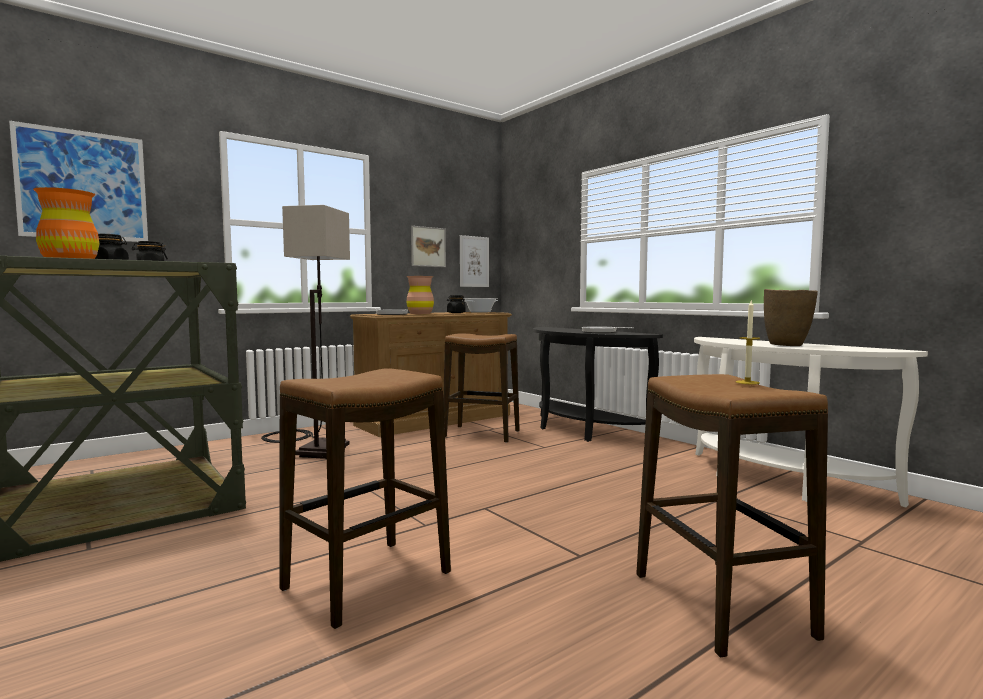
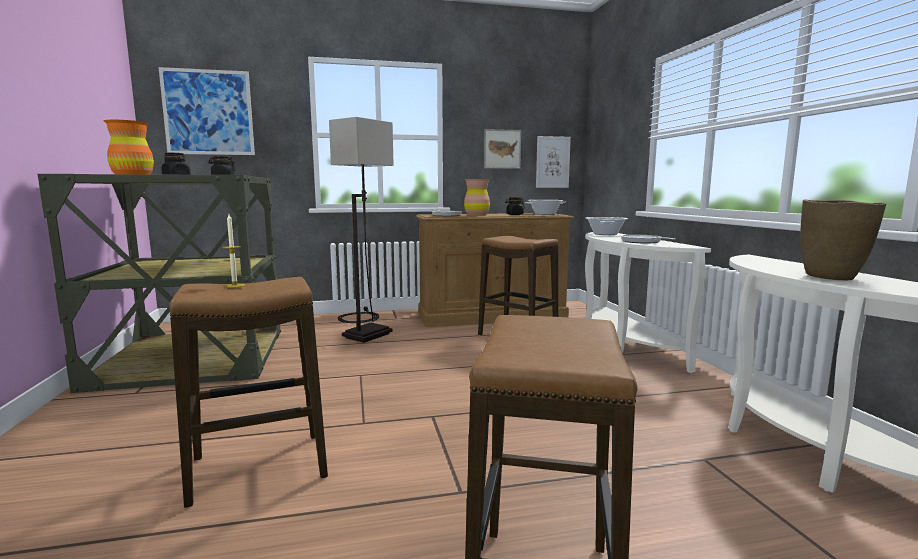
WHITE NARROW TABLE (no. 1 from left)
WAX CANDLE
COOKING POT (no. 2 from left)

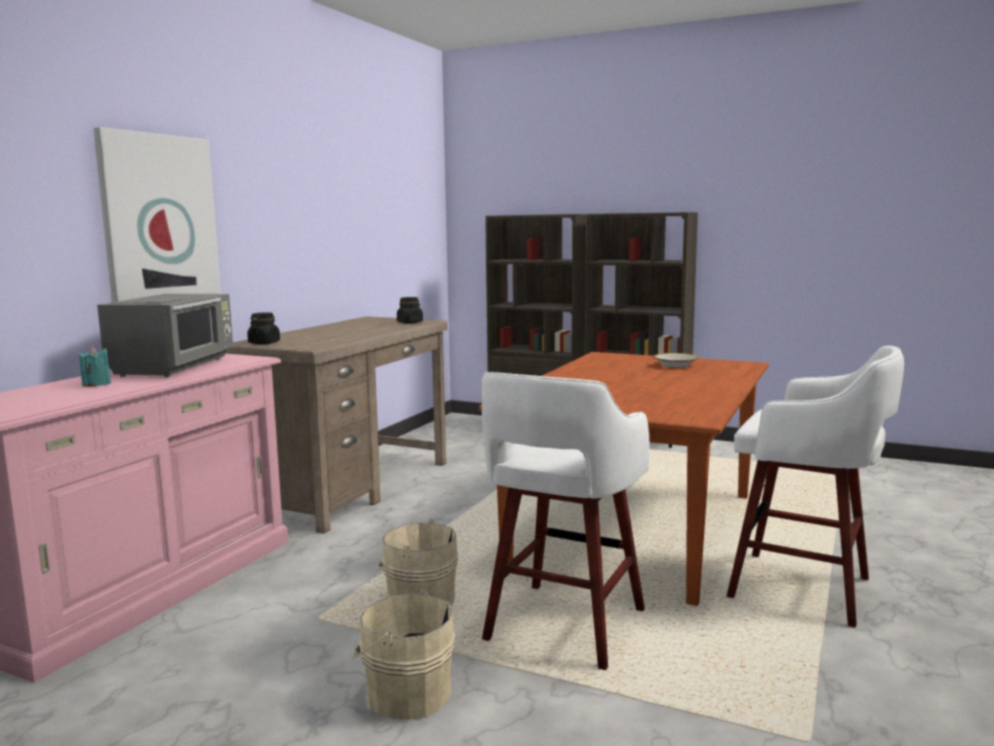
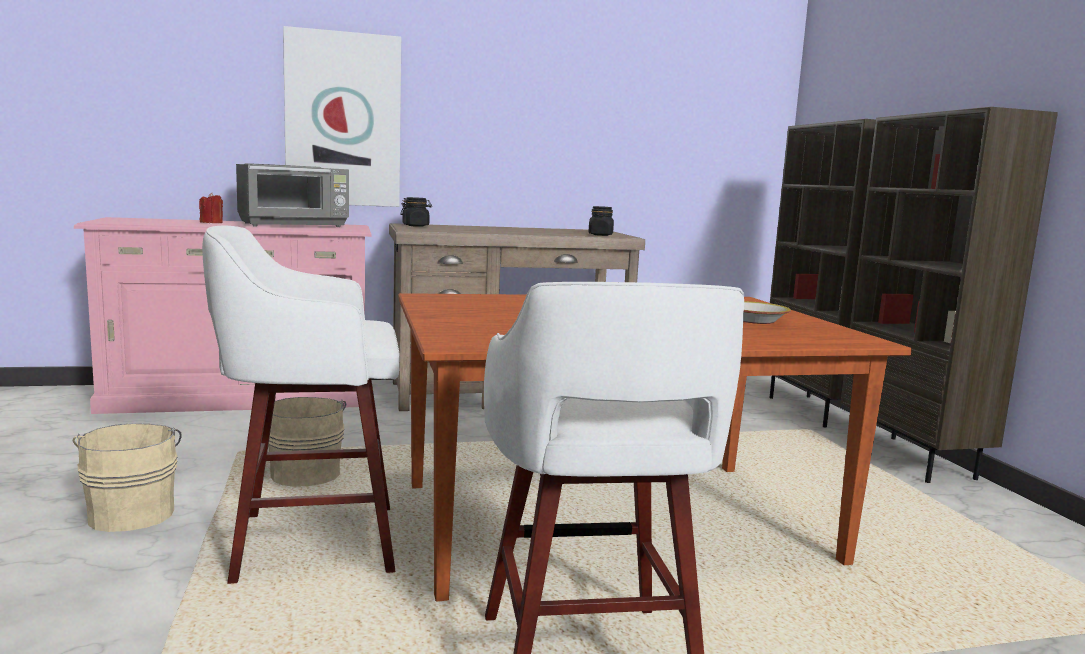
REDDISH WAX CANDLE

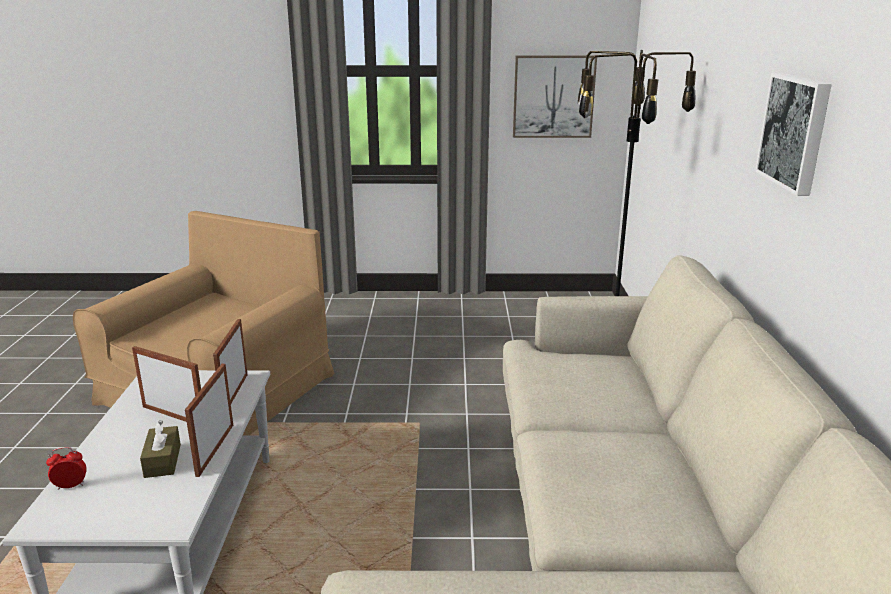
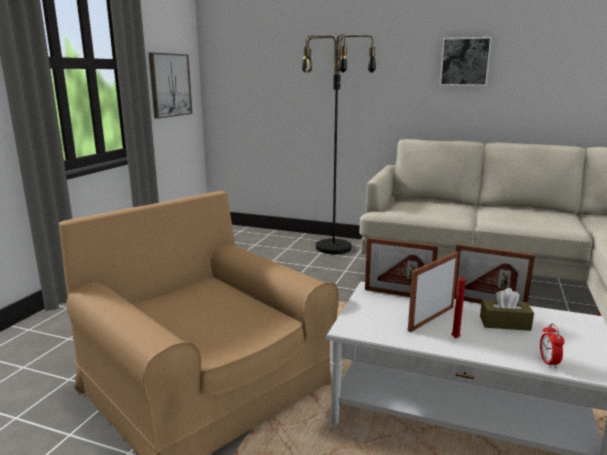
REDDISH WAX CANDLE

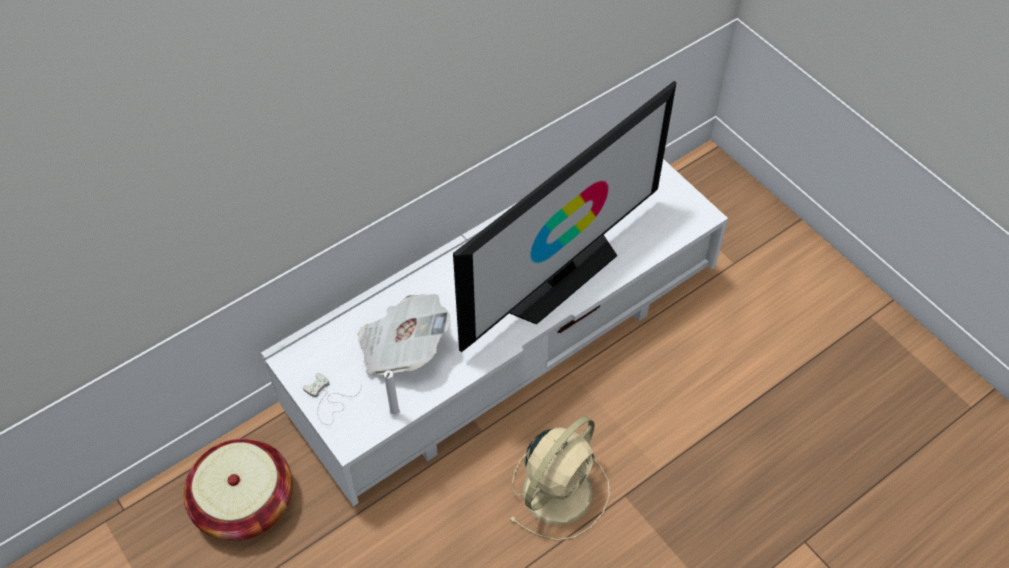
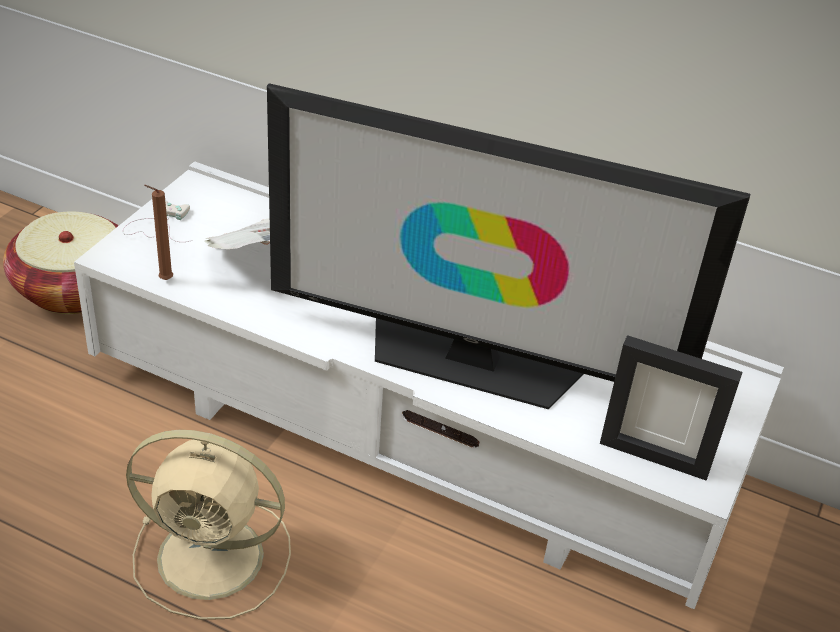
BROWN-COLOURED WAX CANDLE
PICTURE FRAME

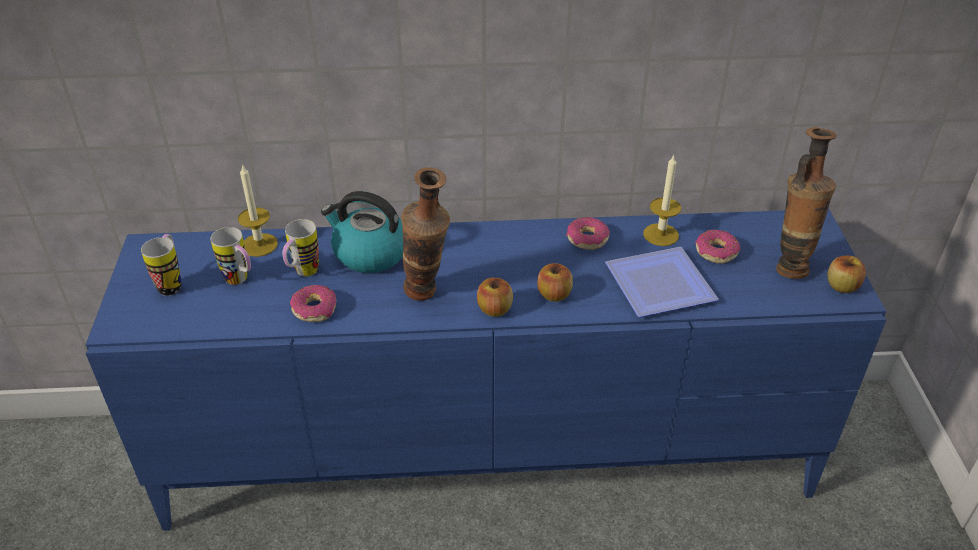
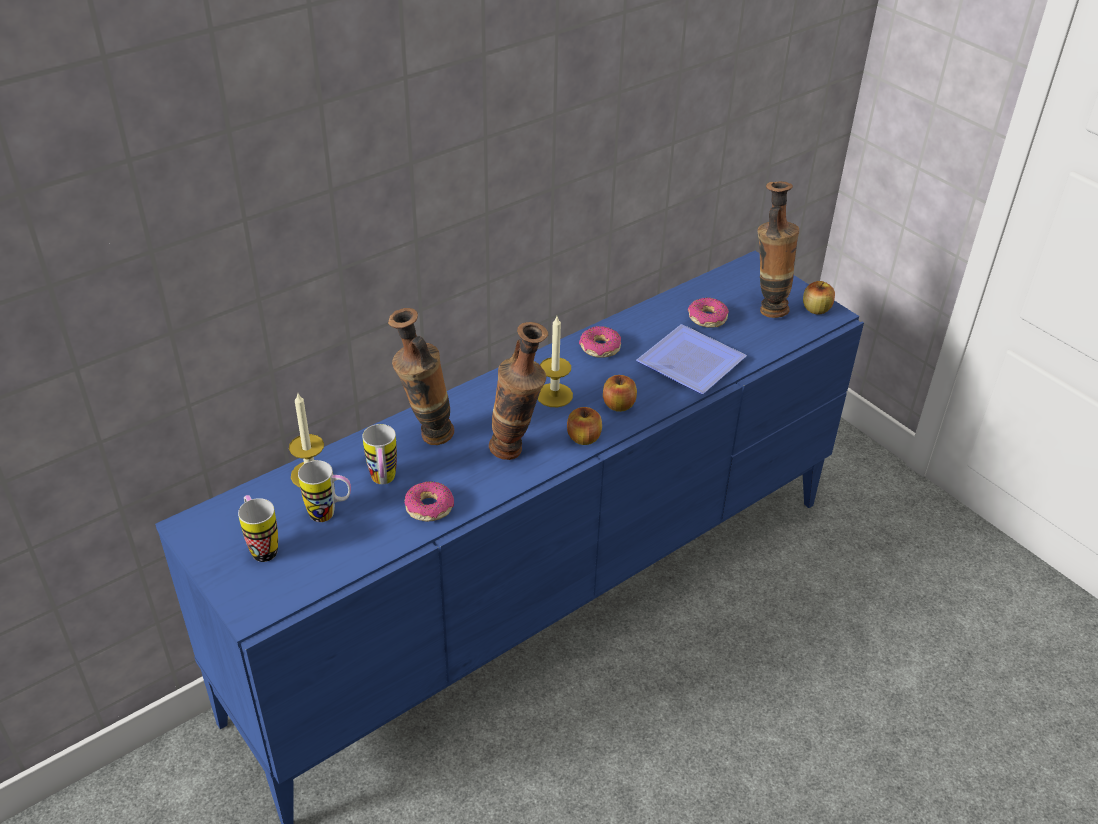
DECORATIVE VASE (no. 1 from left)
WAX CANDLE (no. 2 from left)

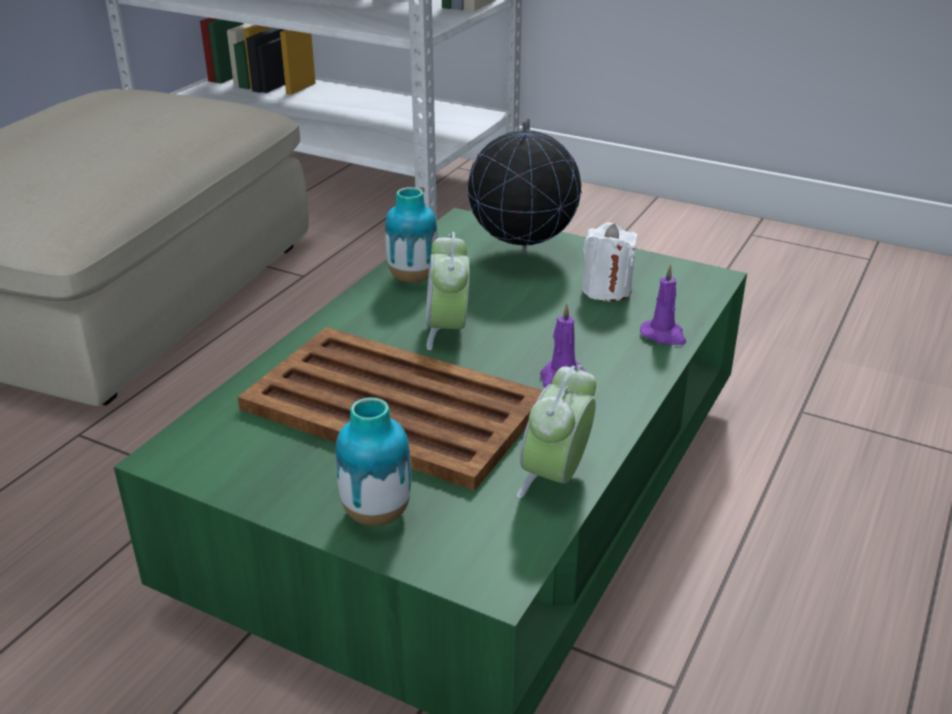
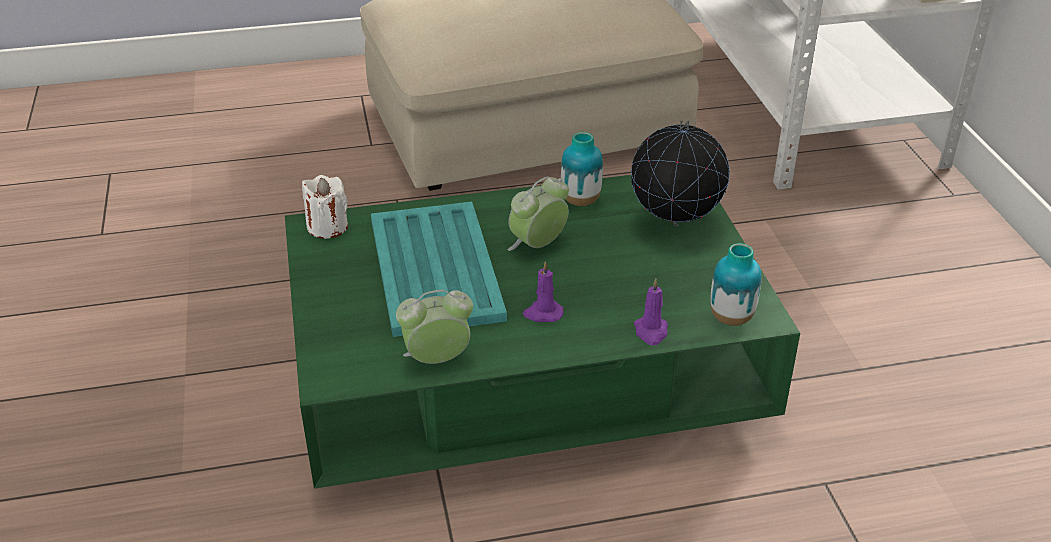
TURQUOISE-COLOURED TRAY
DECORATIVE VASE (no. 2 from left)
WHITE WAX CANDLE

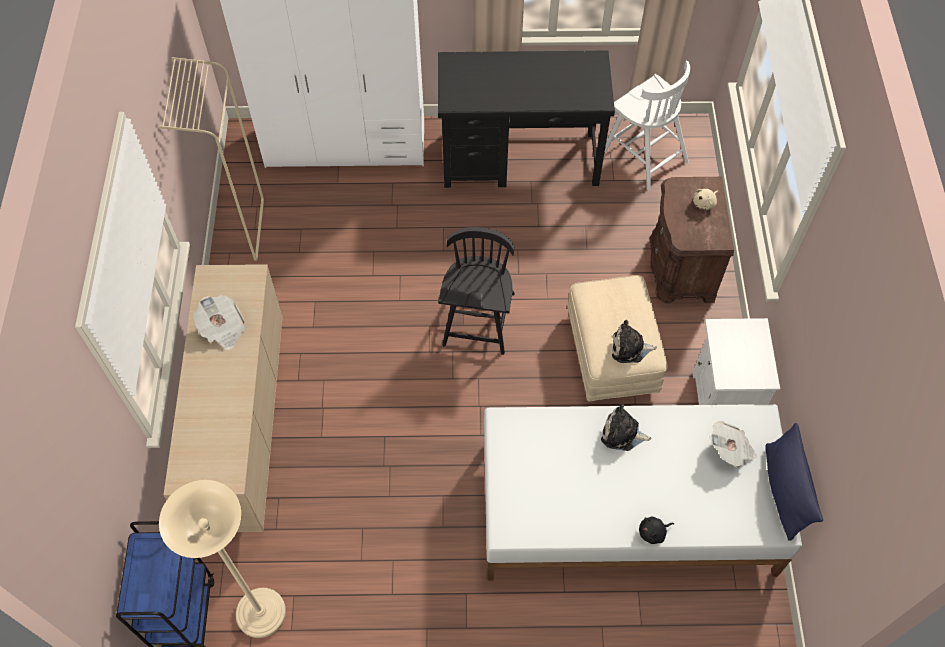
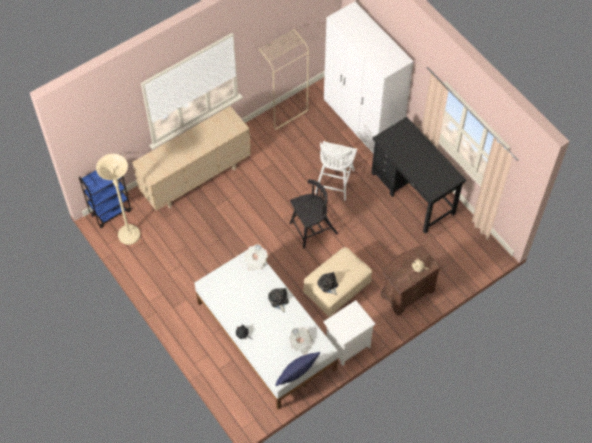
PRINTED PAPER (no. 1 from left)
WHITE CHAIR

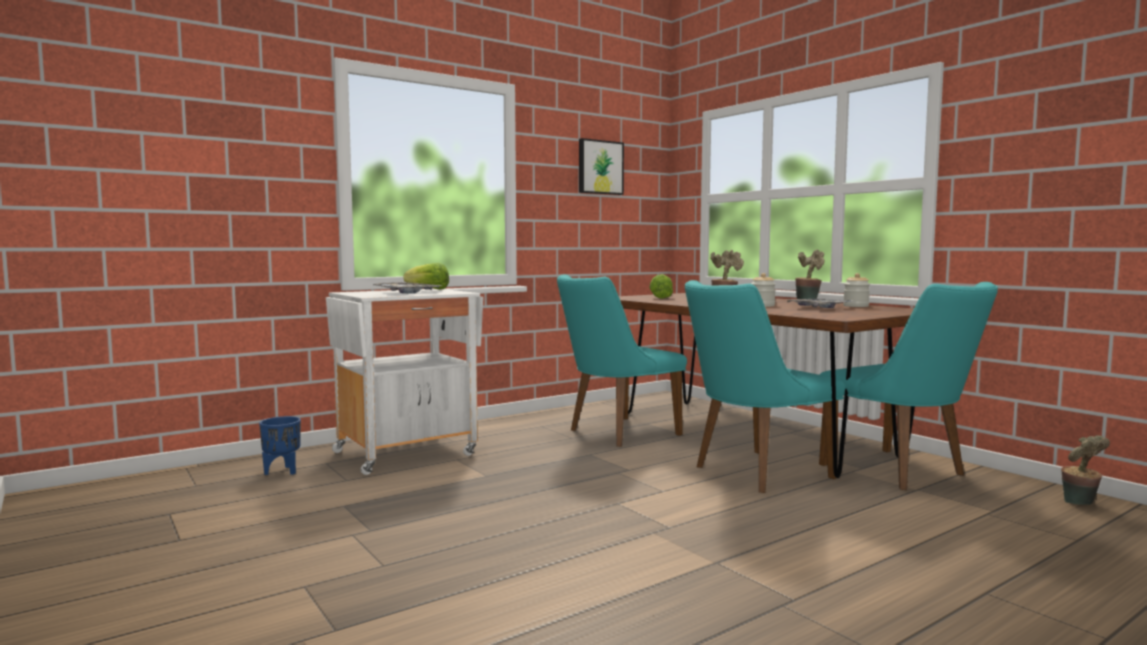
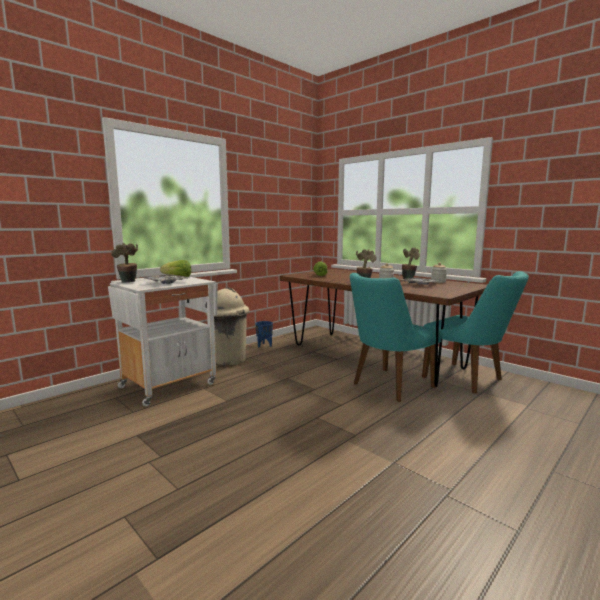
BLUISH PLANT POT
TURQUOISE-COLOURED CHAIR (no. 1 from left in the first image)
PICTURE
POTTED PLANT (no. 1 from left)
SAND-COLOURED WASTE BIN

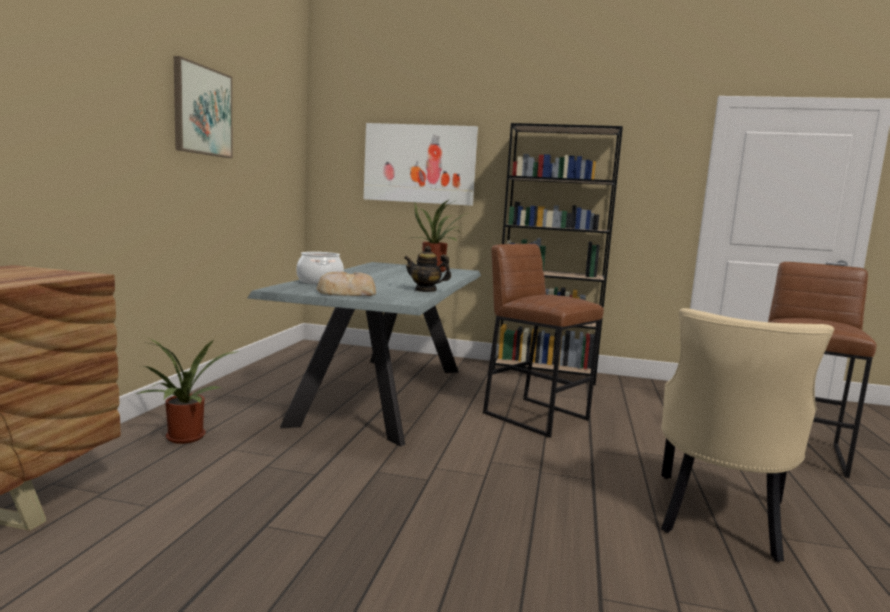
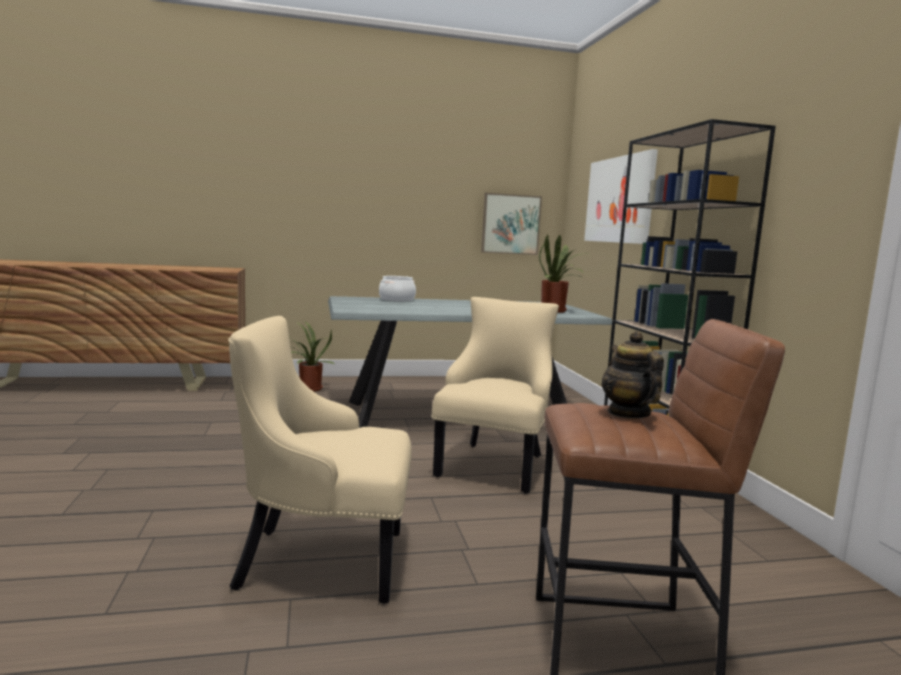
PICTURE (no. 1 from left)
BREAD
TEA POT
SAND-COLOURED CHAIR (no. 2 from left)

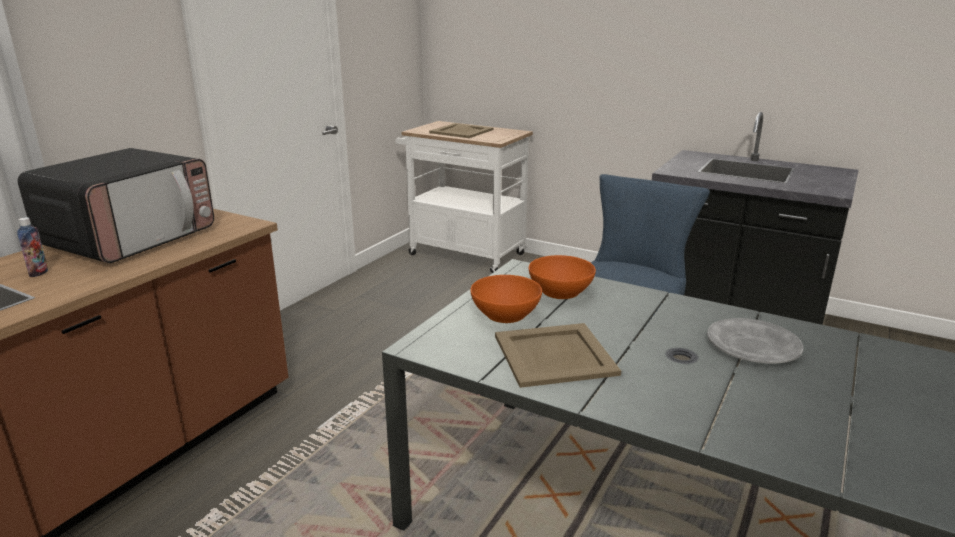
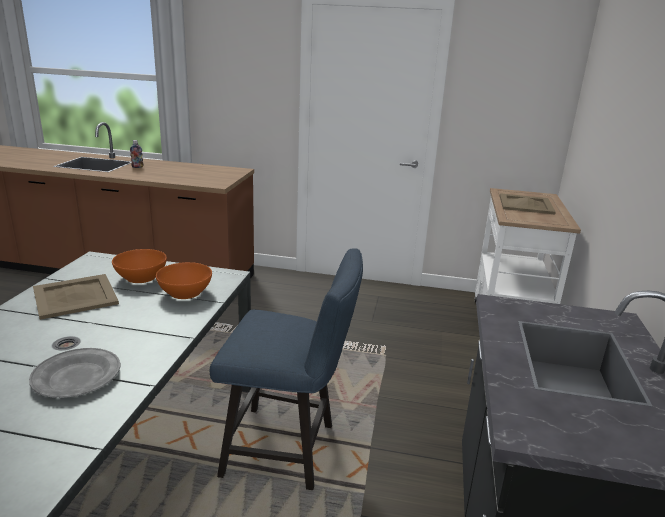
KITCHEN MICROWAVE

